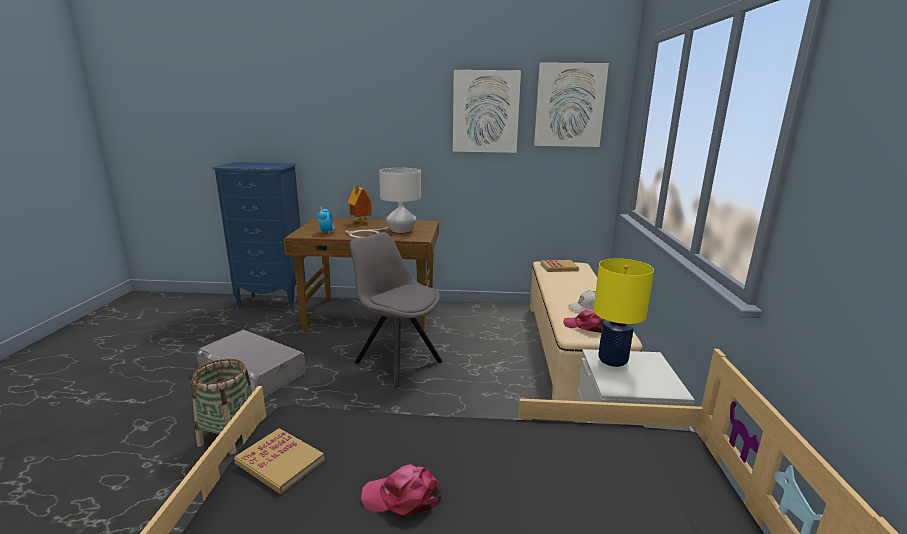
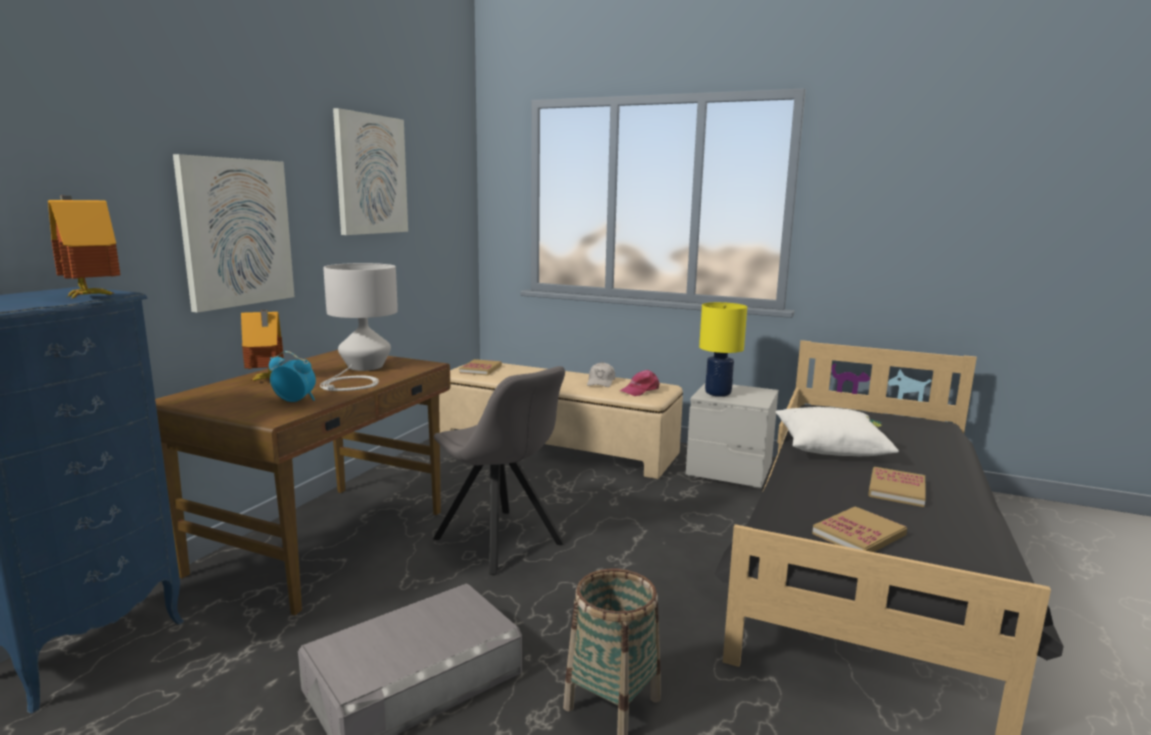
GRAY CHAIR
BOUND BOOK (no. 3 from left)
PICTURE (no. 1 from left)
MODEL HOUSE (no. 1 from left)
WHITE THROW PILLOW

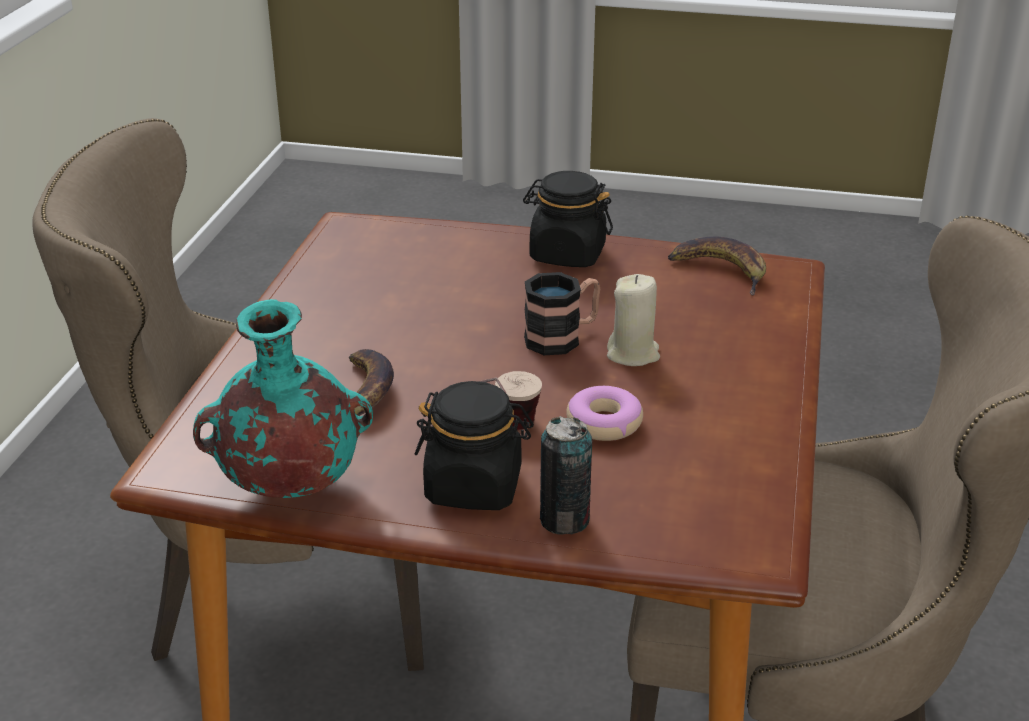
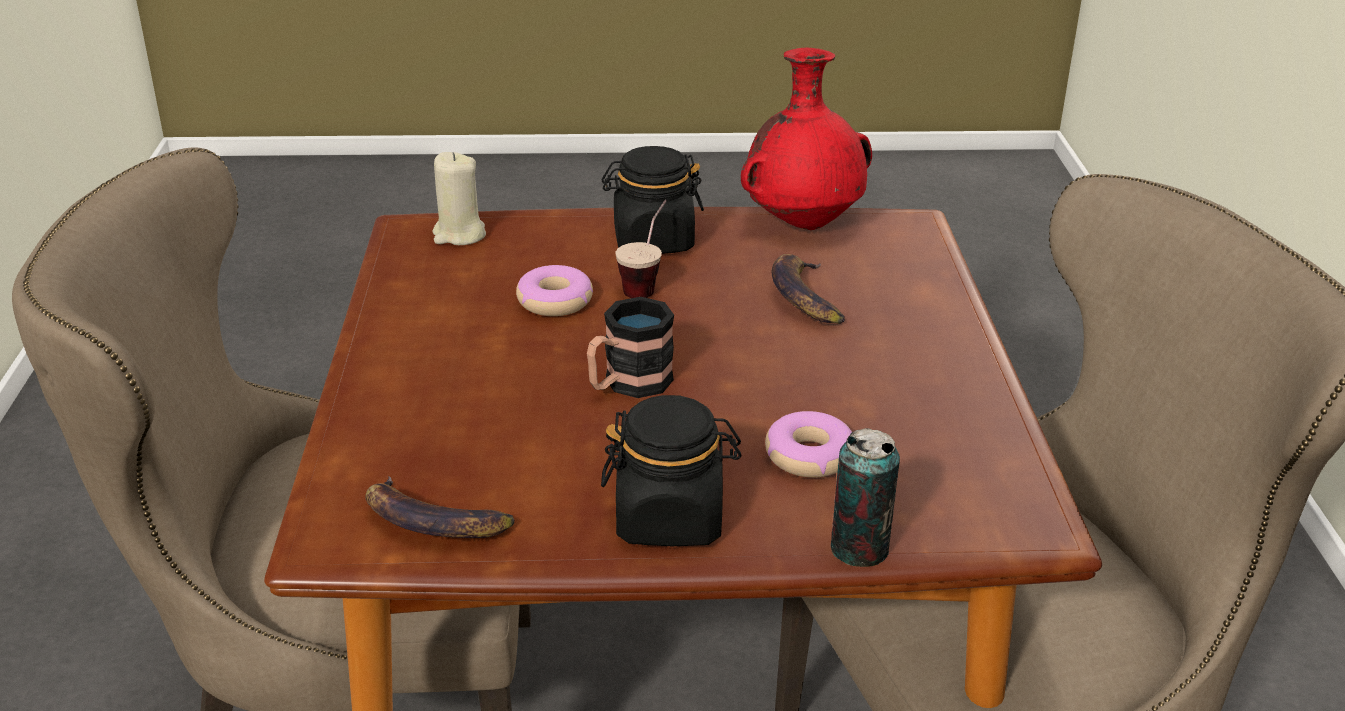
REDDISH DECORATIVE VASE
CAN
SAND-COLOURED WAX CANDLE
DONUT (no. 2 from left)

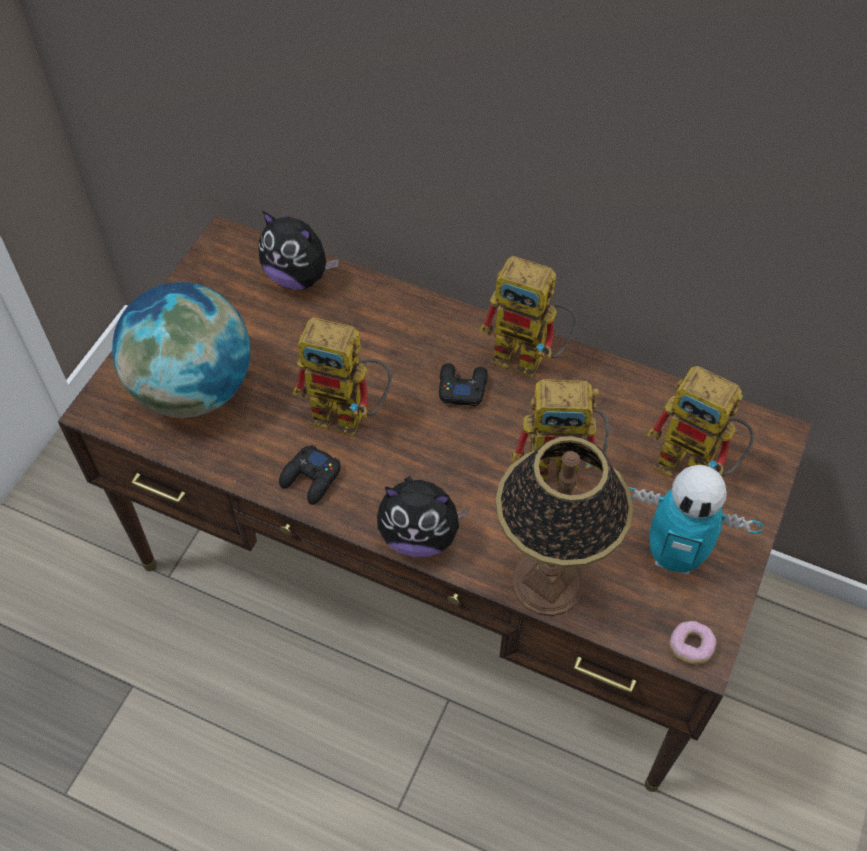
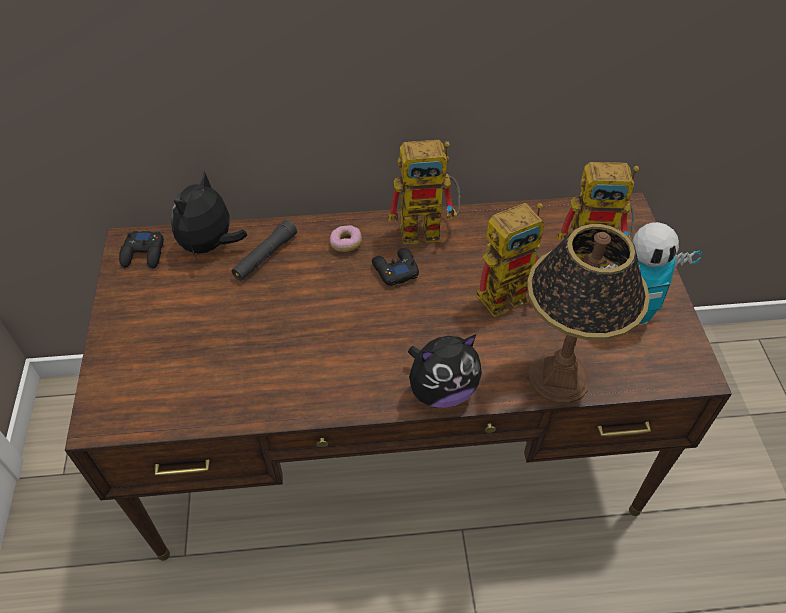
DESK GLOBE
PLUSH TOY (no. 1 from left)
BLACK GAMEPAD (no. 1 from left)
ROBOT FIGURE (no. 1 from left in the first image)
DONUT
BLACK FLASHLIGHT

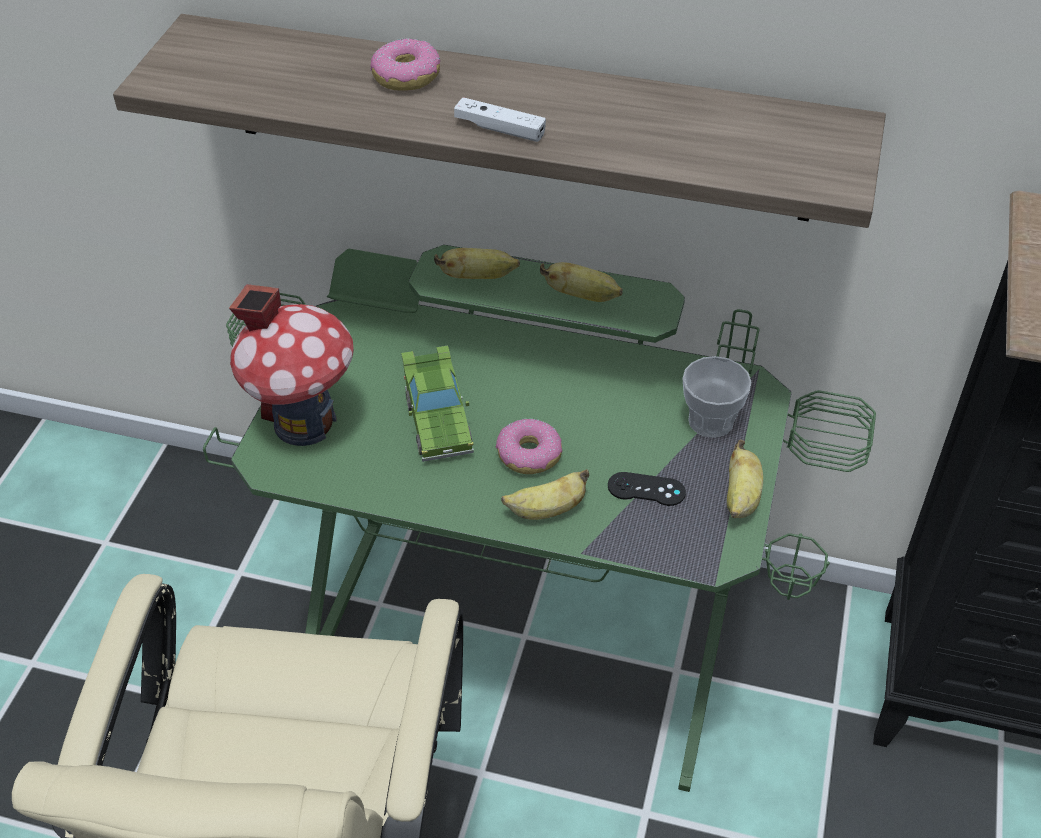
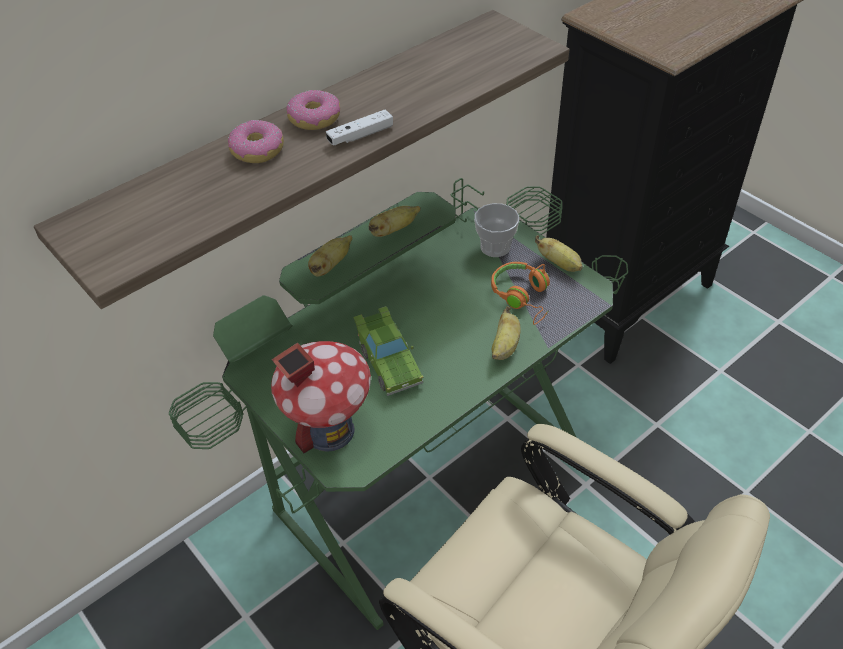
GREEN-COLOURED TOY CAR
DONUT (no. 2 from left)
ORANGE-COLOURED PAIR OF HEADPHONES

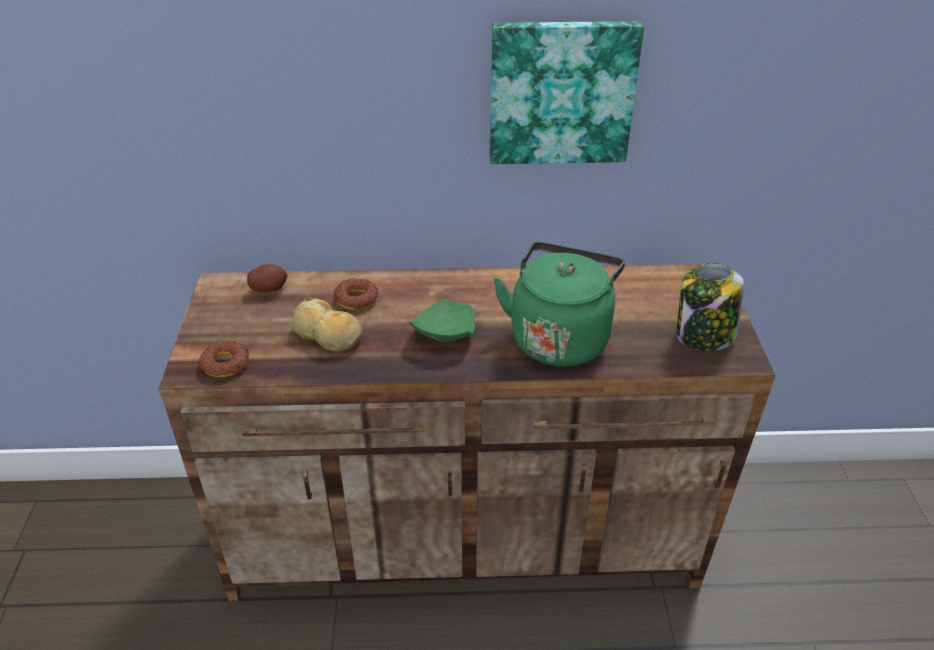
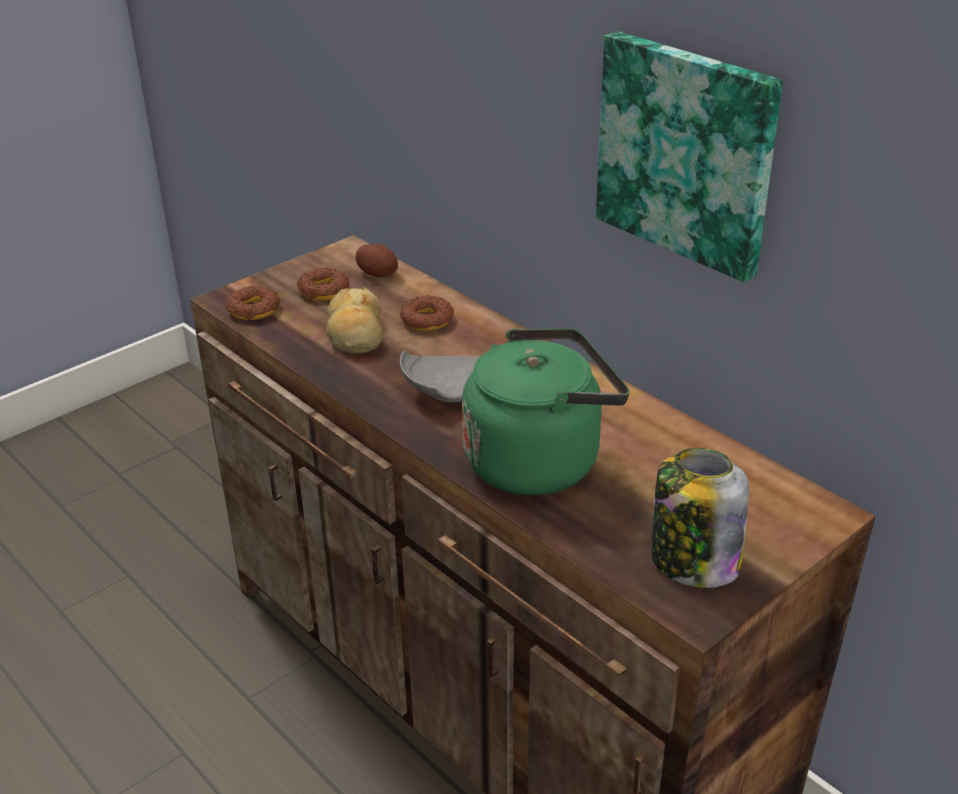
GRAY FLAT DISH
DONUT (no. 2 from left)

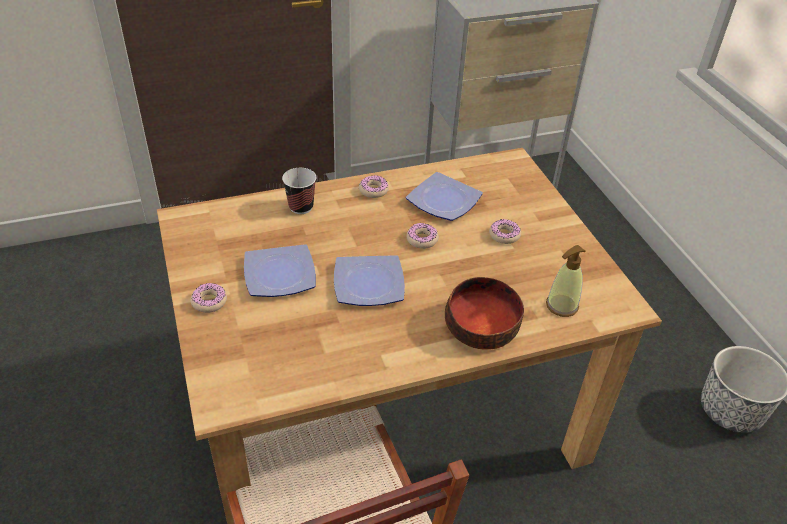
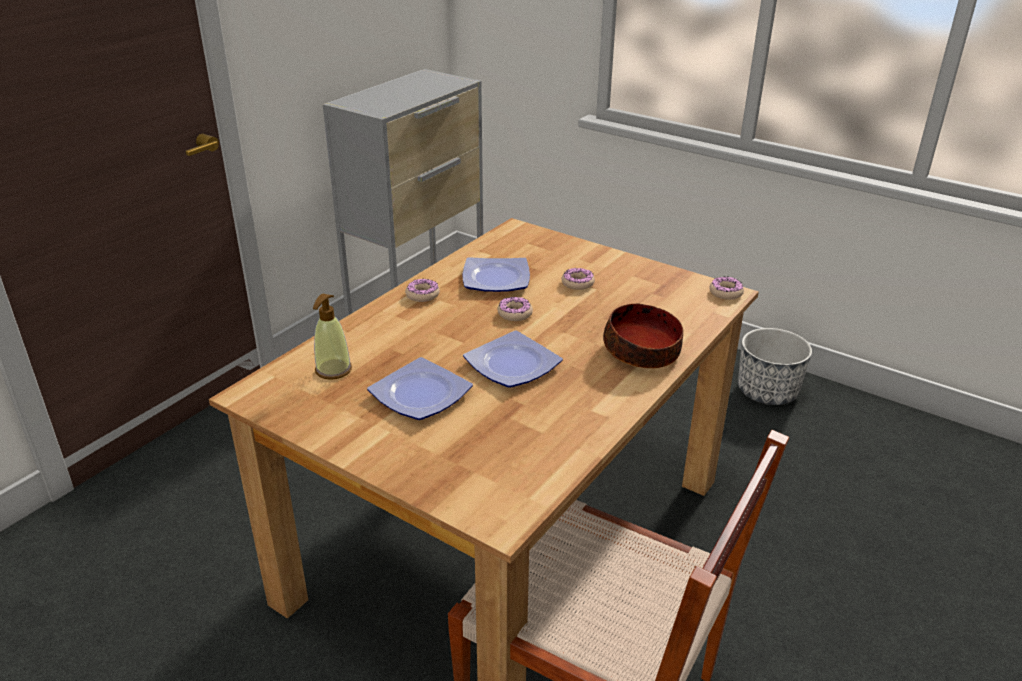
DONUT (no. 4 from left)
CUP
SOAP DISPENSER

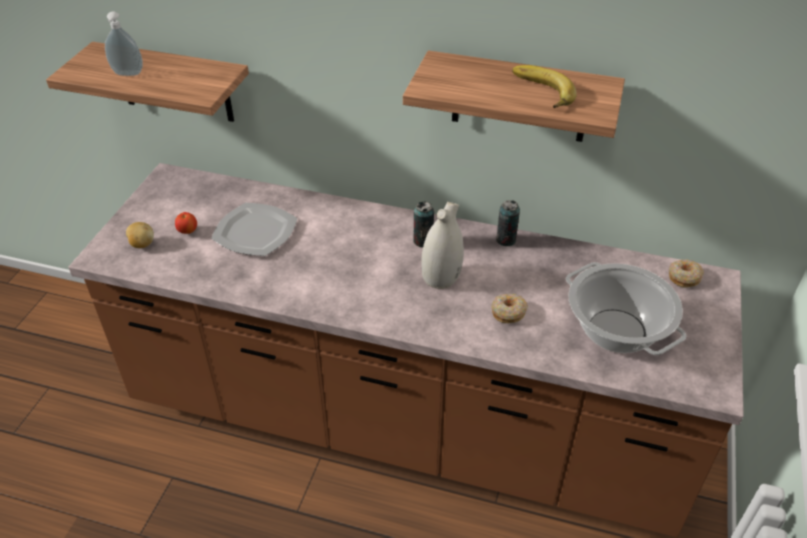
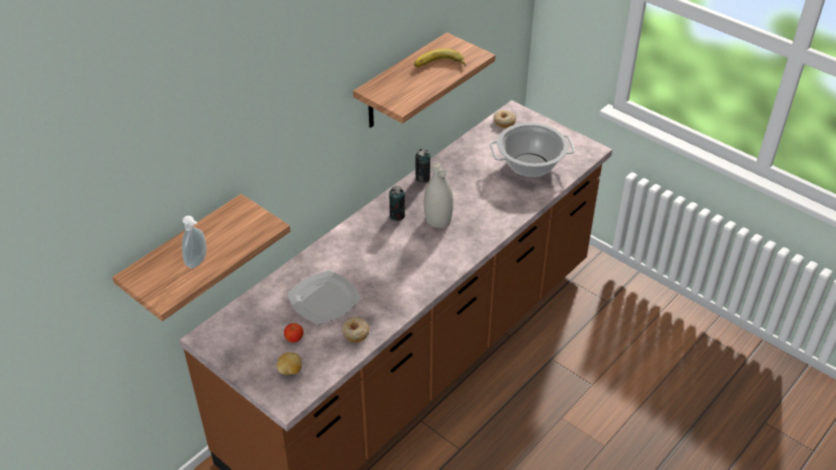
DONUT (no. 1 from left)

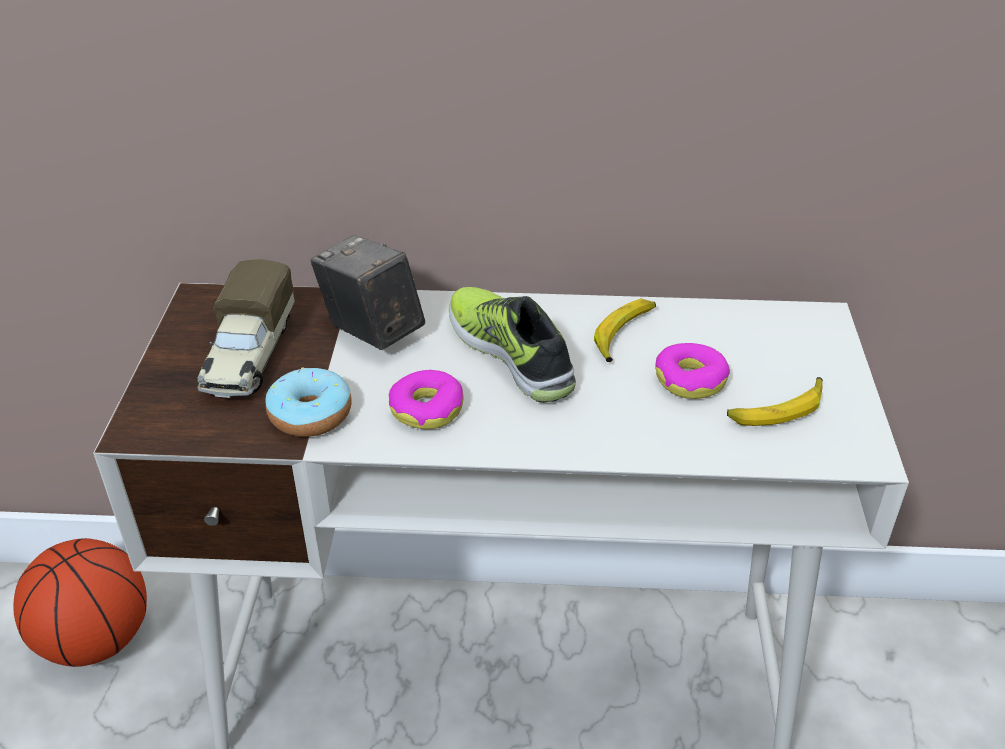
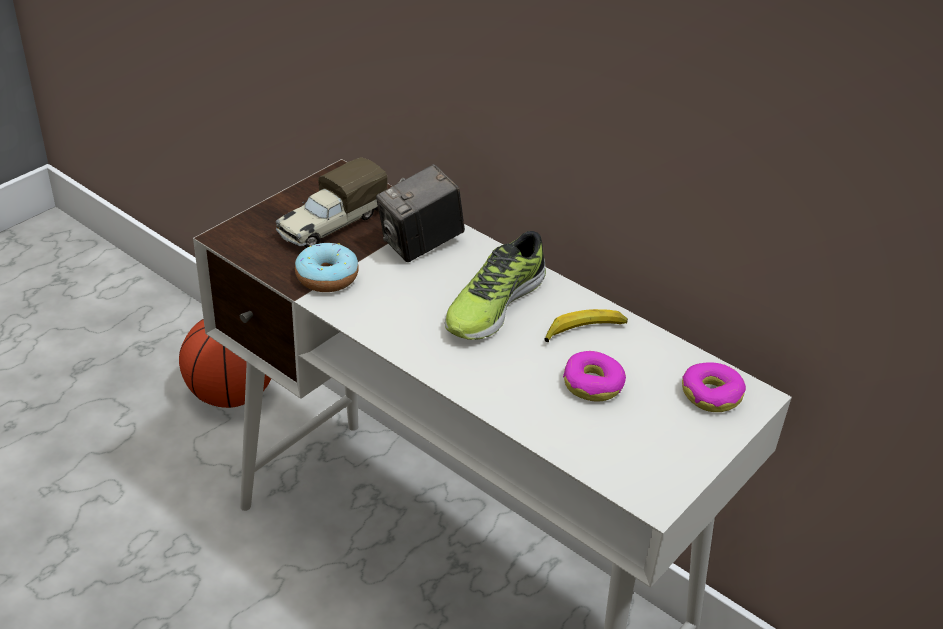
STILL CAMERA
DONUT (no. 3 from left)
SHOE
WHOLE BANANA (no. 2 from left in the first image)

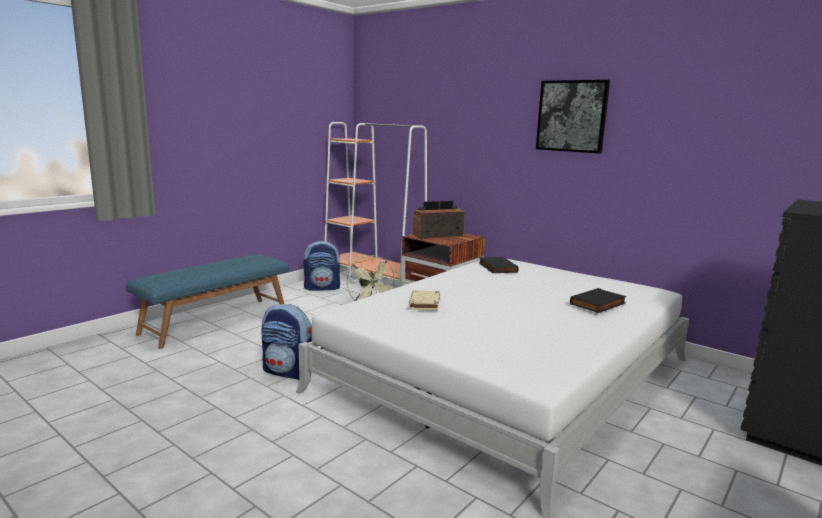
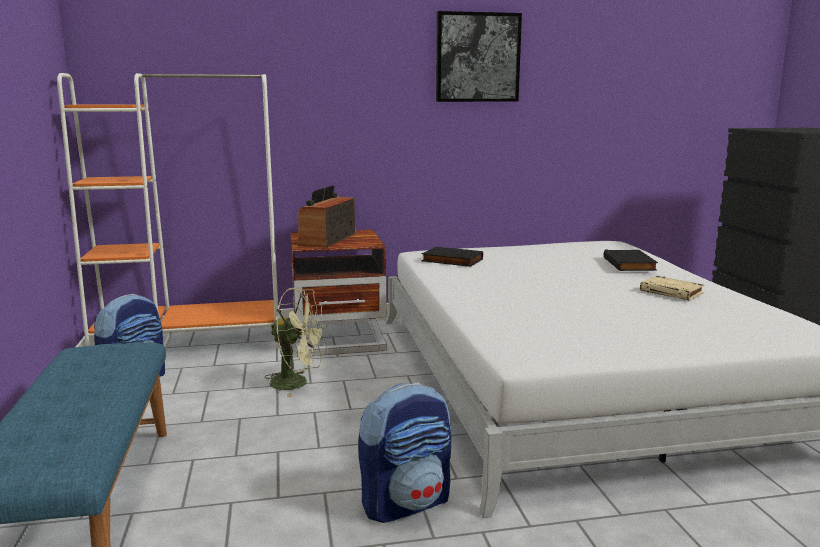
SAND-COLOURED BOUND BOOK

